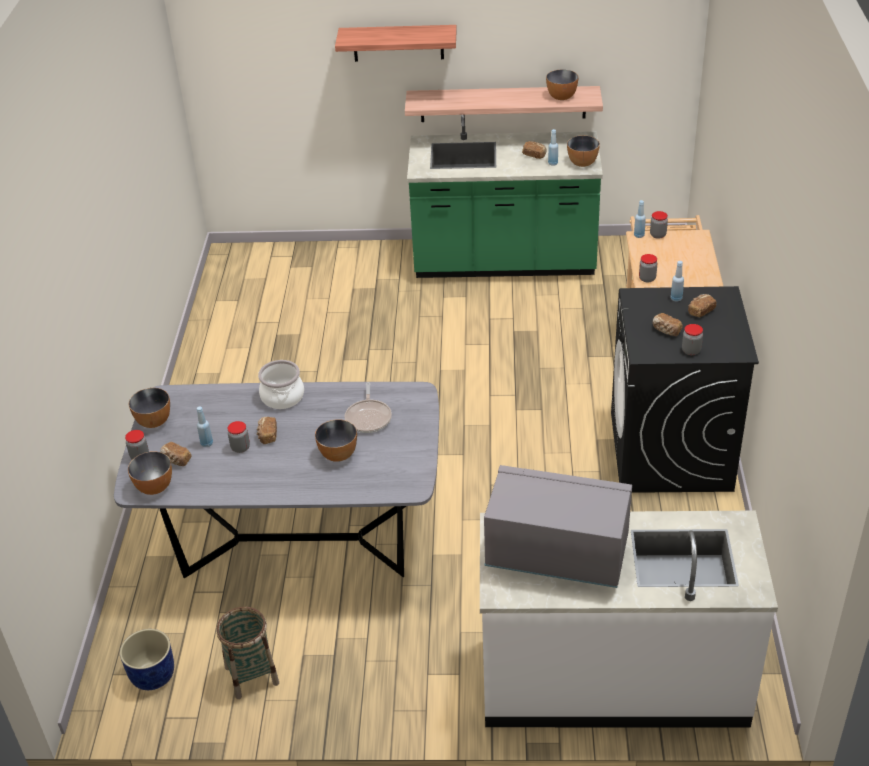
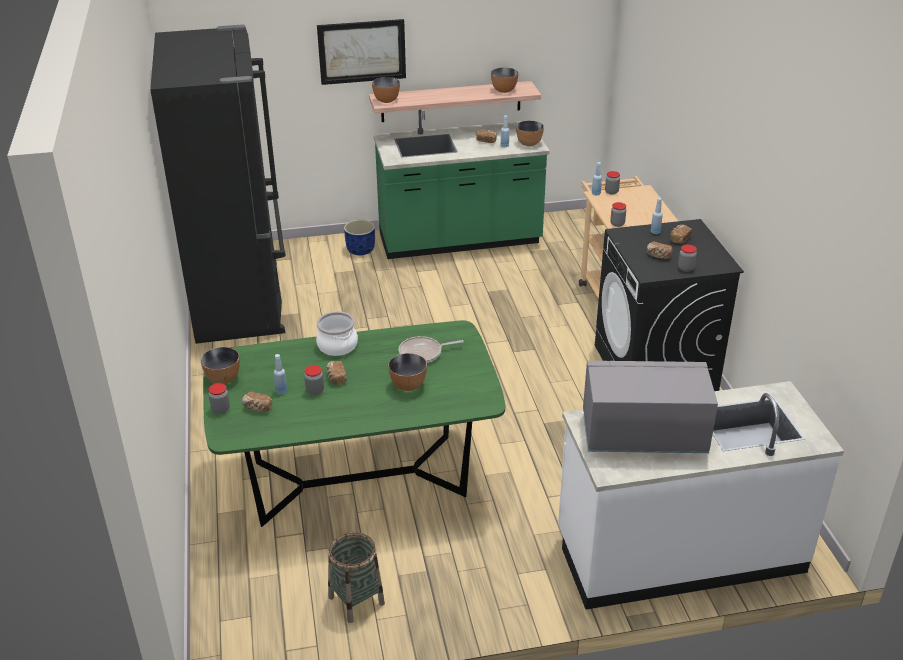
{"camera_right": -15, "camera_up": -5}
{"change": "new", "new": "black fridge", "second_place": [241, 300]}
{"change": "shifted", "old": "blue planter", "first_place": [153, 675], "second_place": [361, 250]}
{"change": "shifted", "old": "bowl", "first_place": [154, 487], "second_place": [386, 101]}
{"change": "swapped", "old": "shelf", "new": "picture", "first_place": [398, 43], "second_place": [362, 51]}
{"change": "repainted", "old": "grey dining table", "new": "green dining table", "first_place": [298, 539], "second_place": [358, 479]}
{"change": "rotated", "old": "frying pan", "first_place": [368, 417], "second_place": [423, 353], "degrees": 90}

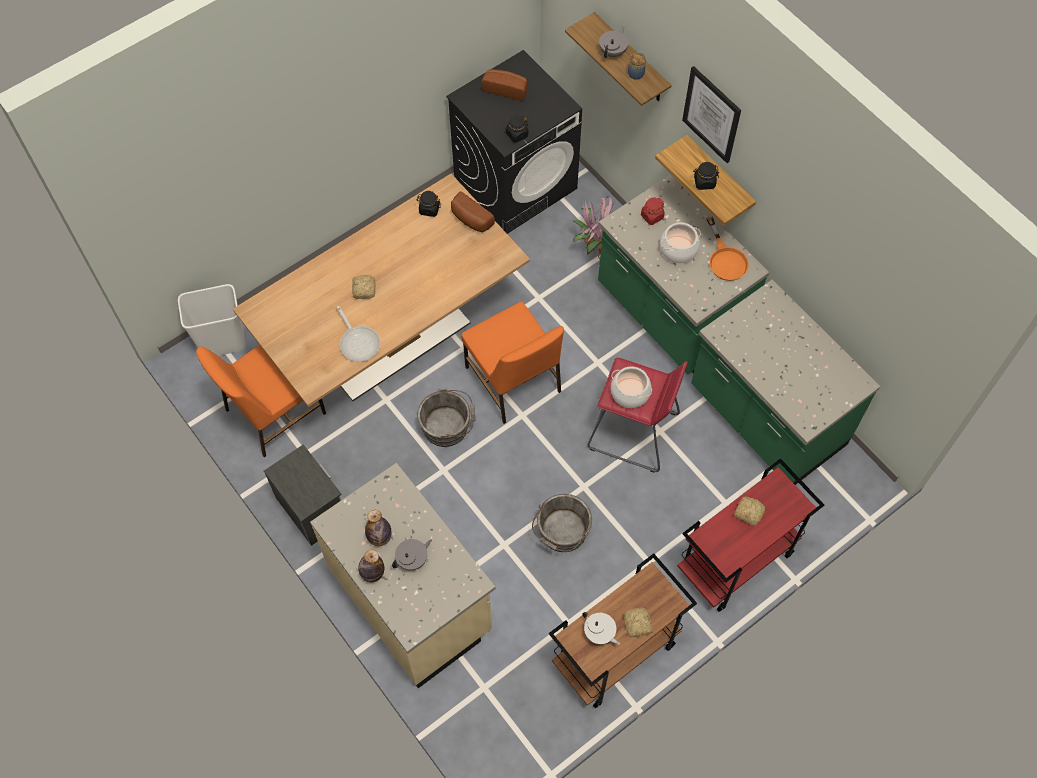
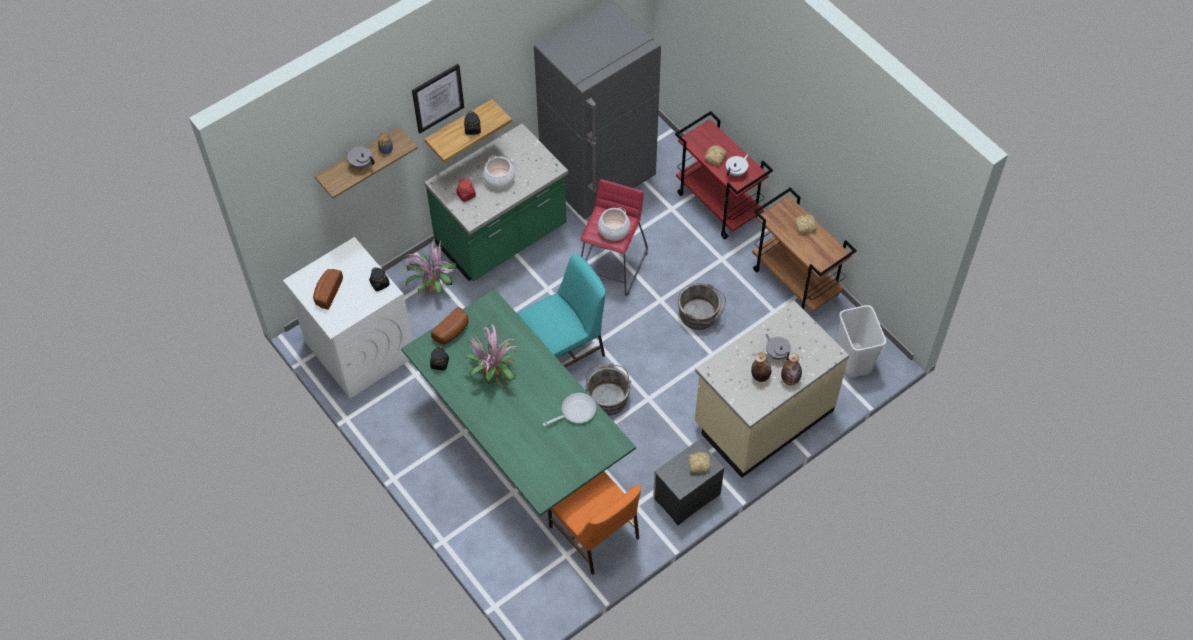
{"camera_right": -90, "camera_up": -5}
{"change": "gone", "old": "orange frying pan", "first_place": [725, 259]}
{"change": "new", "new": "potted plant", "second_place": [493, 372]}
{"change": "shifted", "old": "white trash can", "first_place": [223, 343], "second_place": [855, 360]}
{"change": "shifted", "old": "bread", "first_place": [364, 289], "second_place": [698, 464]}
{"change": "shifted", "old": "white teapot", "first_place": [599, 633], "second_place": [736, 172]}
{"change": "swapped", "old": "green counter", "new": "grey fridge", "first_place": [766, 418], "second_place": [599, 179]}
{"change": "repainted", "old": "beige dining table", "new": "green dining table", "first_place": [392, 338], "second_place": [520, 442]}
{"change": "repainted", "old": "black washing machine", "new": "white washing machine", "first_place": [516, 183], "second_place": [359, 348]}
{"change": "repainted", "old": "orange chair", "new": "turquoise chair", "first_place": [513, 381], "second_place": [565, 349]}

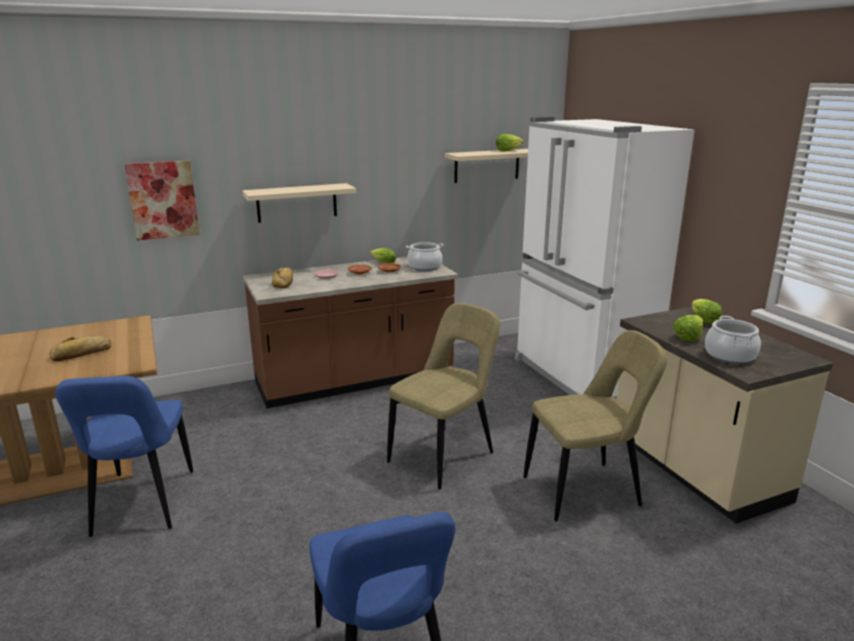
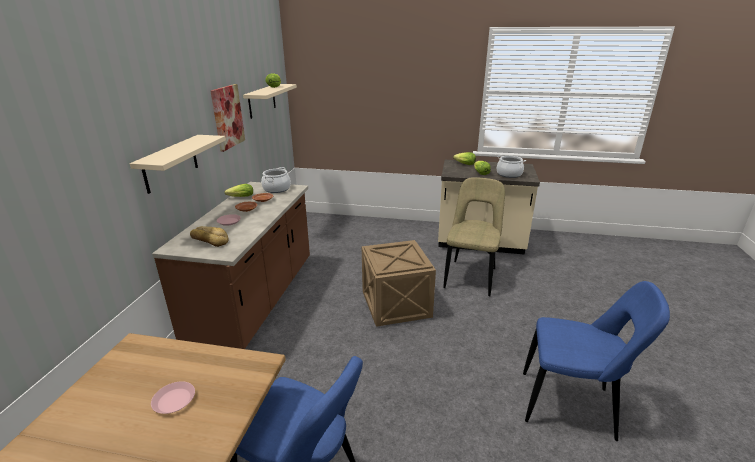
{"camera_right": -55, "camera_up": 5}
{"change": "gone", "old": "white fridge", "first_place": [579, 377]}
{"change": "shifted", "old": "picture", "first_place": [163, 200], "second_place": [227, 117]}
{"change": "swapped", "old": "bread", "new": "pink plate", "first_place": [82, 353], "second_place": [174, 401]}
{"change": "swapped", "old": "beige chair", "new": "crate", "first_place": [445, 455], "second_place": [395, 304]}

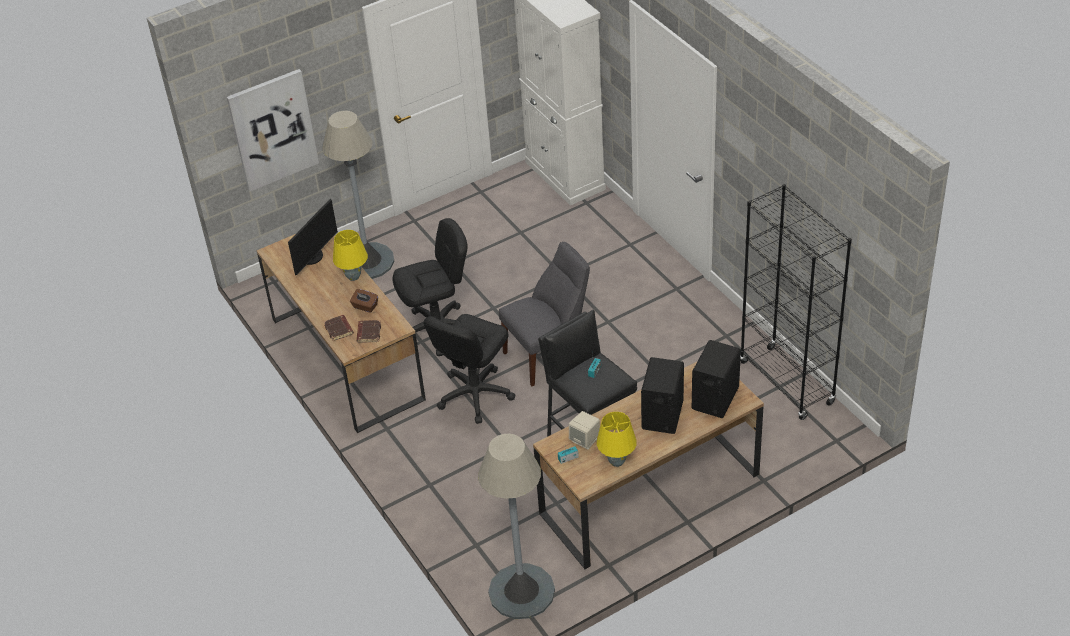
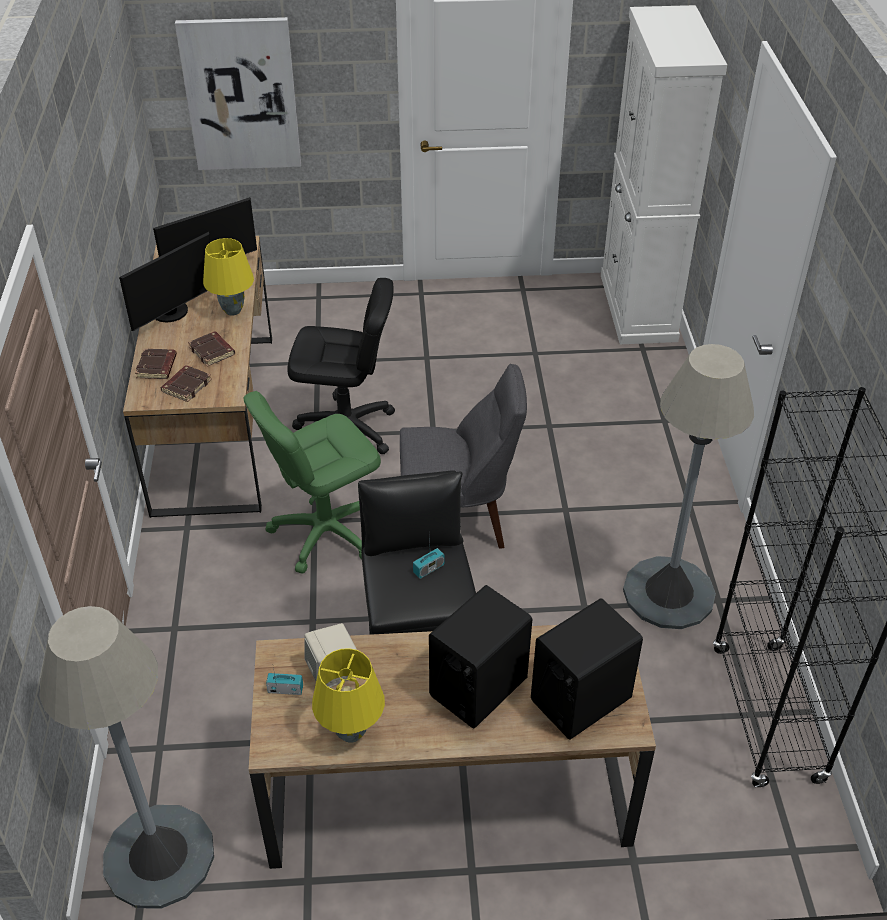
{"camera_right": 25, "camera_up": 0}
{"change": "new", "new": "monitor", "second_place": [172, 313]}
{"change": "shifted", "old": "grey floor lamp", "first_place": [367, 261], "second_place": [669, 593]}
{"change": "swapped", "old": "brown tissue box", "new": "brown book", "first_place": [365, 306], "second_place": [213, 351]}
{"change": "repainted", "old": "black office chair", "new": "green office chair", "first_place": [475, 394], "second_place": [325, 532]}

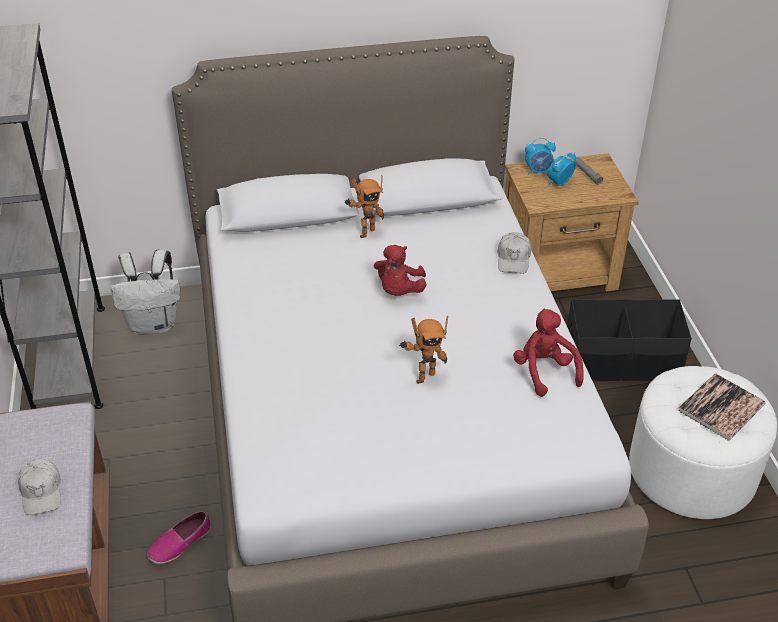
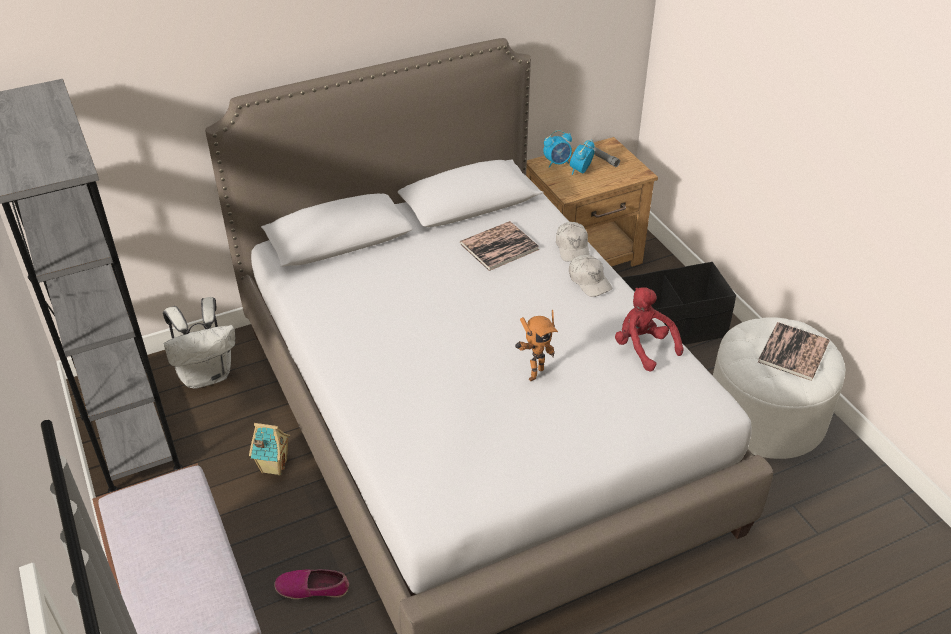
{"camera_right": -15, "camera_up": 0}
{"change": "gone", "old": "toy robot", "first_place": [365, 232]}
{"change": "gone", "old": "red plush toy", "first_place": [399, 291]}
{"change": "new", "new": "toy house", "second_place": [273, 466]}
{"change": "new", "new": "book", "second_place": [499, 246]}
{"change": "shifted", "old": "white cap", "first_place": [41, 491], "second_place": [589, 281]}
{"change": "rotated", "old": "shoe", "first_place": [180, 543], "second_place": [312, 588], "degrees": 60}

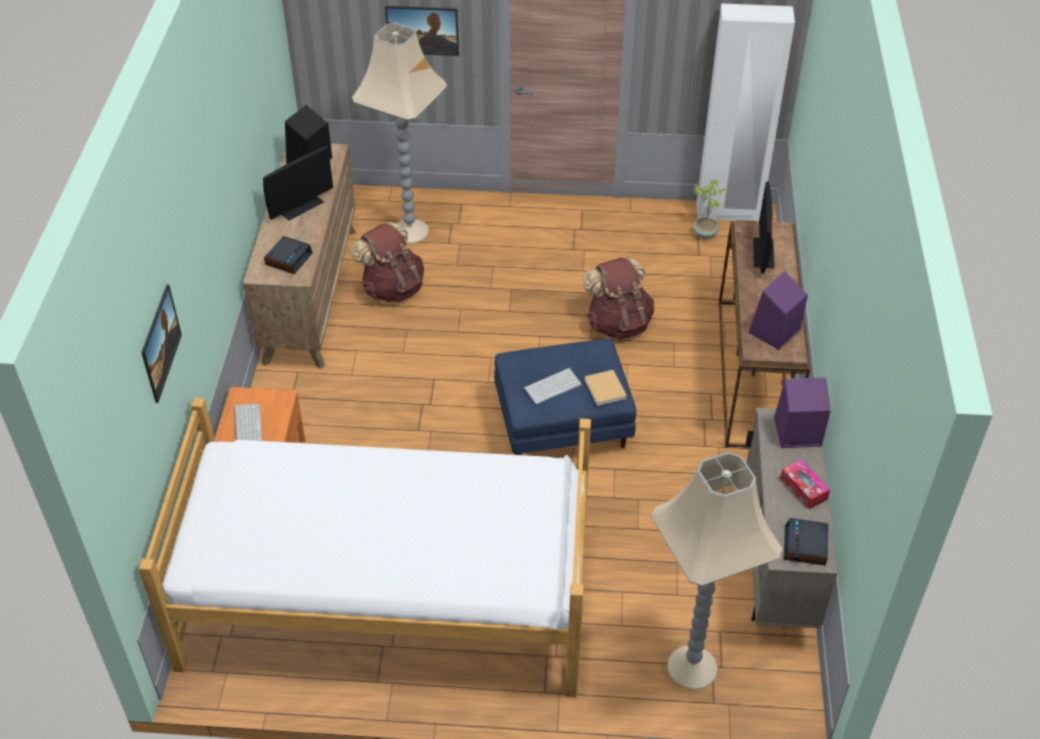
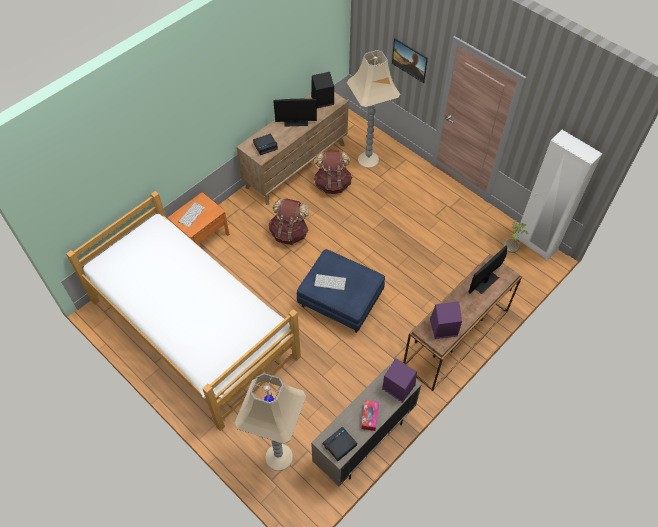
{"camera_right": 40, "camera_up": 10}
{"change": "gone", "old": "picture", "first_place": [164, 355]}
{"change": "gone", "old": "beige book", "first_place": [605, 390]}
{"change": "shifted", "old": "brown backpack", "first_place": [618, 323], "second_place": [289, 233]}

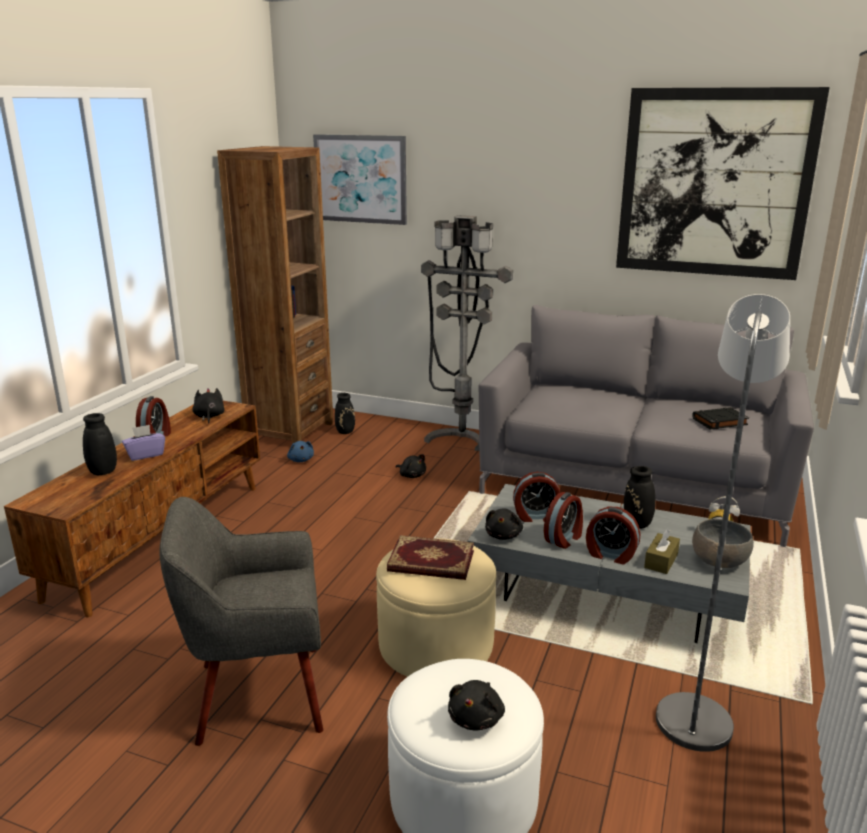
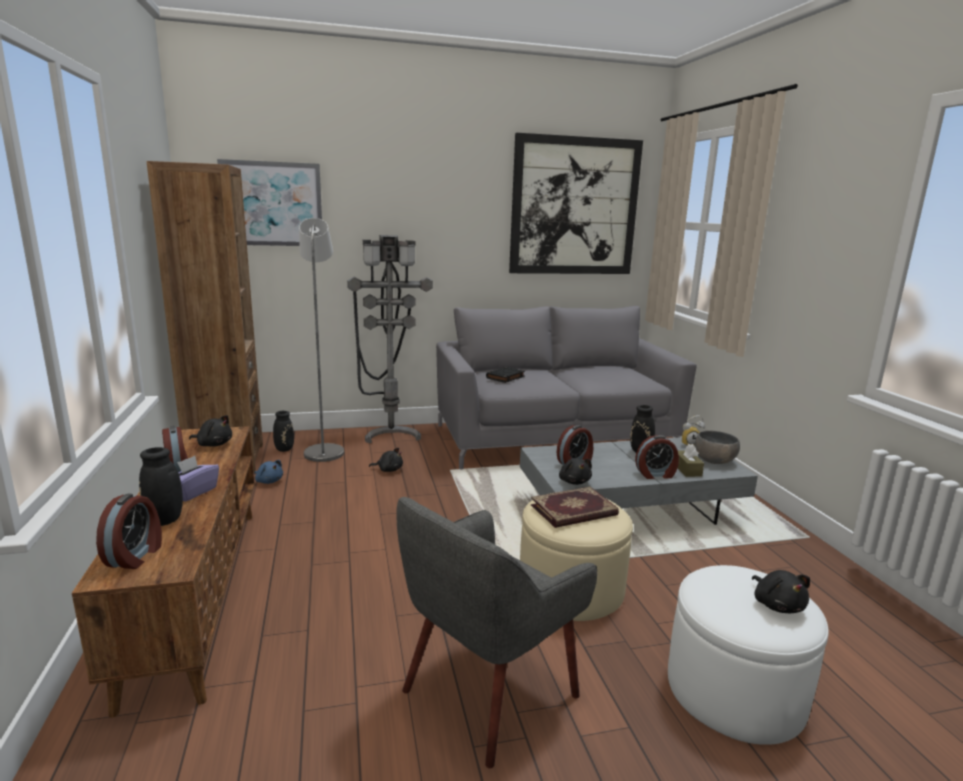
{"camera_right": -35, "camera_up": -5}
{"change": "shifted", "old": "alarm clock", "first_place": [564, 539], "second_place": [136, 556]}
{"change": "shifted", "old": "grey floor lamp", "first_place": [695, 713], "second_place": [324, 450]}
{"change": "shifted", "old": "black book", "first_place": [719, 422], "second_place": [505, 377]}
{"change": "rotated", "old": "black plush toy", "first_place": [209, 416], "second_place": [213, 444], "degrees": 150}

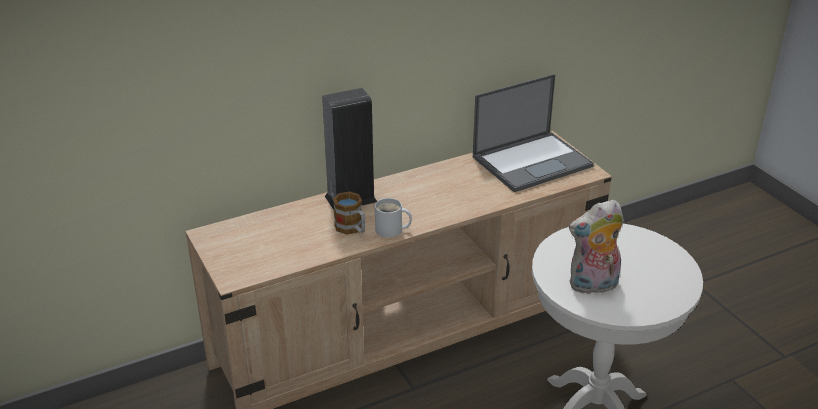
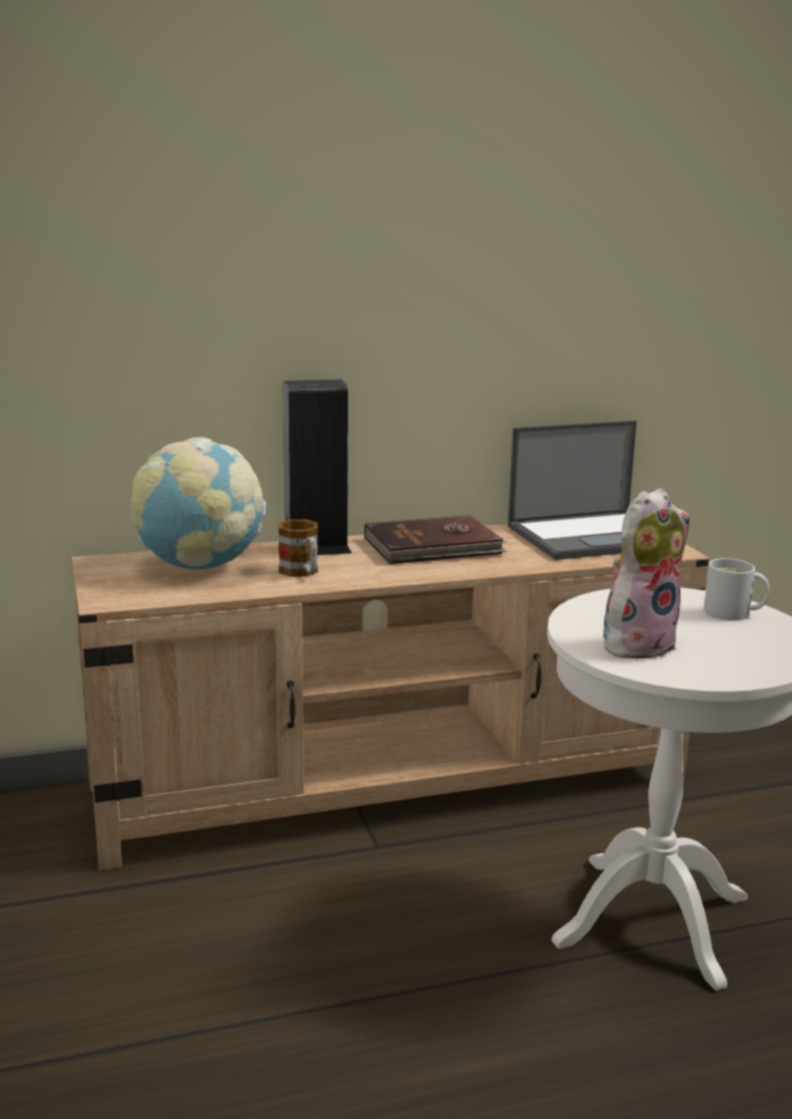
{"camera_right": 10, "camera_up": -15}
{"change": "new", "new": "globe", "second_place": [200, 566]}
{"change": "new", "new": "brown book", "second_place": [434, 546]}
{"change": "shifted", "old": "white mug", "first_place": [391, 231], "second_place": [731, 613]}
{"change": "rotated", "old": "plush toy", "first_place": [593, 286], "second_place": [637, 643], "degrees": 150}

